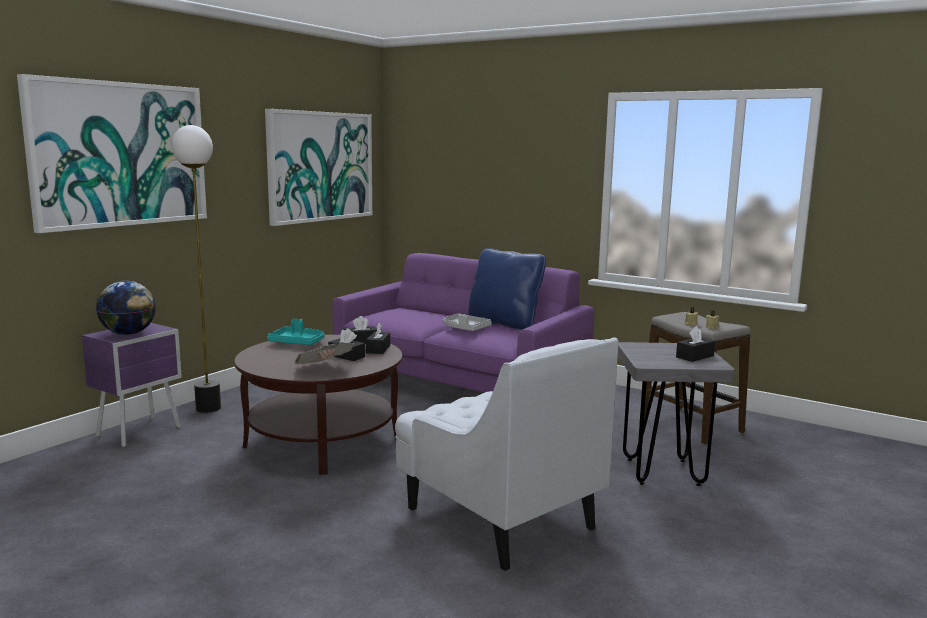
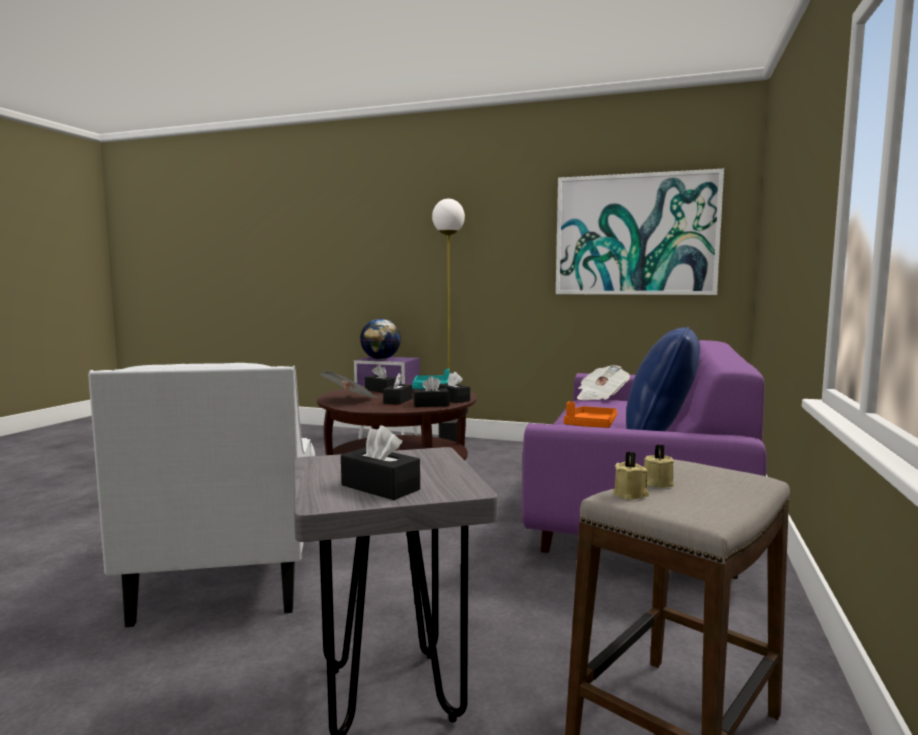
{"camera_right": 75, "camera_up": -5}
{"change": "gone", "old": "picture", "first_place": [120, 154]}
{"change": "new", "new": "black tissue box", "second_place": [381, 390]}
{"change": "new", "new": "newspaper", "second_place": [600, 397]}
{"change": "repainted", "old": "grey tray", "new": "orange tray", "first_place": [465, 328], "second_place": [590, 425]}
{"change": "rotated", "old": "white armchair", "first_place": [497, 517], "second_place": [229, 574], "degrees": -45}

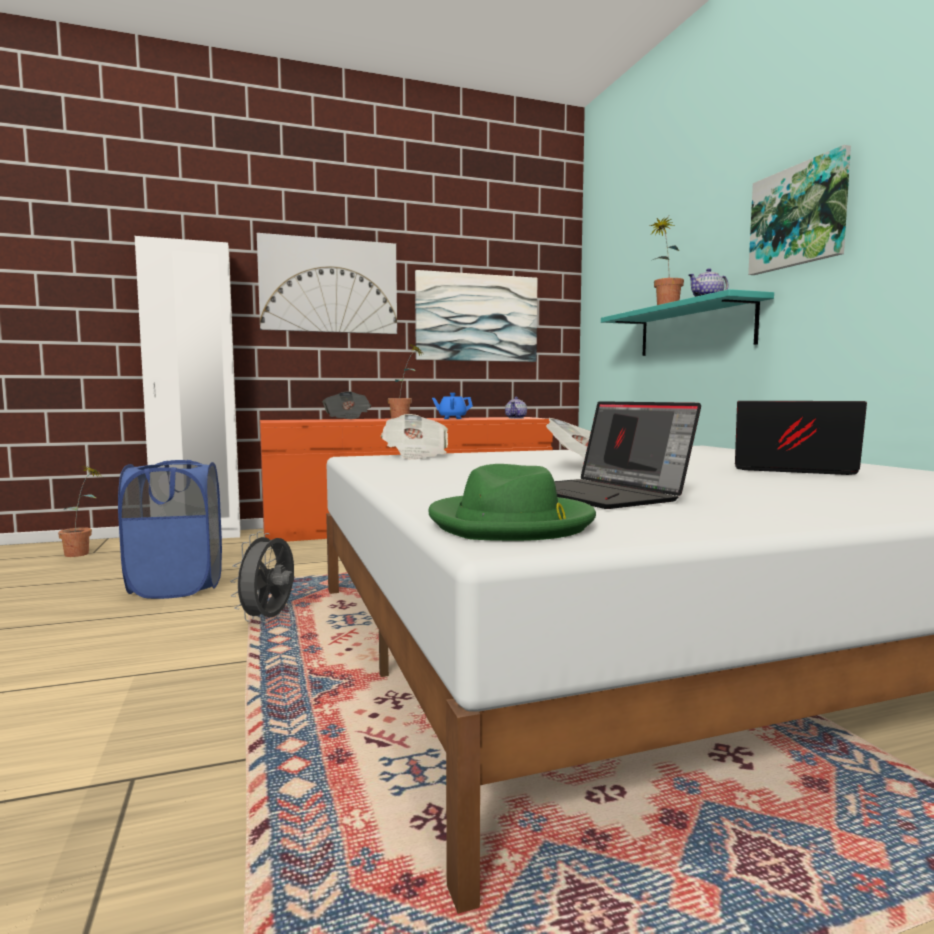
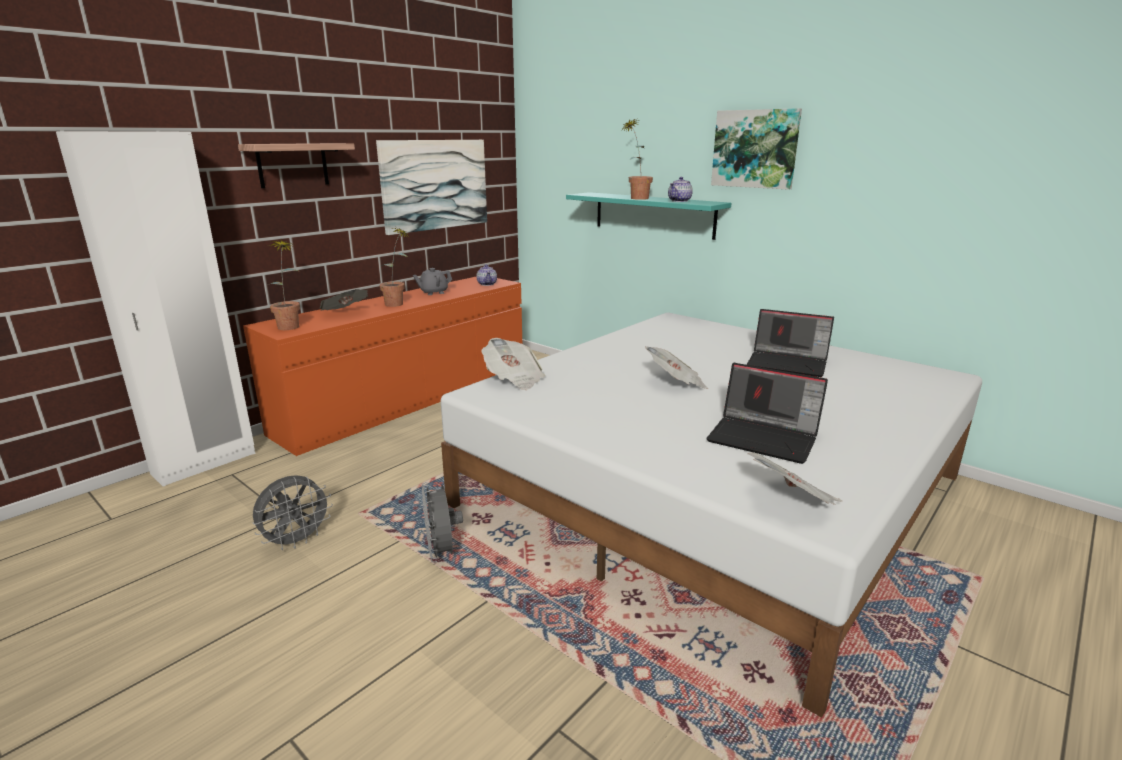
{"camera_right": -30, "camera_up": 15}
{"change": "shifted", "old": "potted plant", "first_place": [83, 552], "second_place": [290, 325]}
{"change": "swapped", "old": "blue laundry basket", "new": "grey fan", "first_place": [177, 587], "second_place": [297, 541]}
{"change": "swapped", "old": "picture", "new": "shelf", "first_place": [329, 286], "second_place": [292, 165]}
{"change": "swapped", "old": "green hat", "new": "newspaper", "first_place": [511, 524], "second_place": [793, 501]}
{"change": "repainted", "old": "blue teapot", "new": "grey teapot", "first_place": [452, 418], "second_place": [433, 292]}
{"change": "rotated", "old": "laptop", "first_place": [791, 470], "second_place": [788, 363], "degrees": -150}

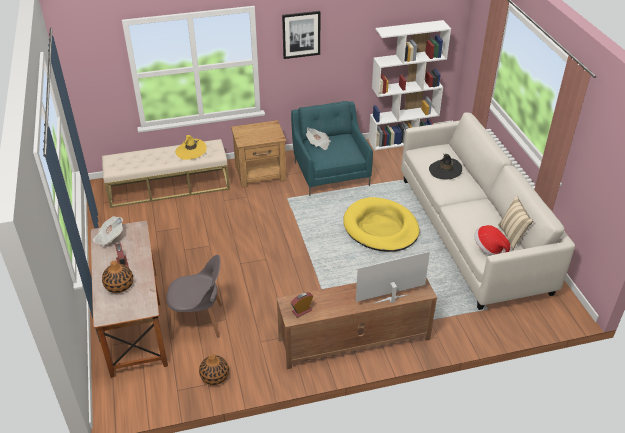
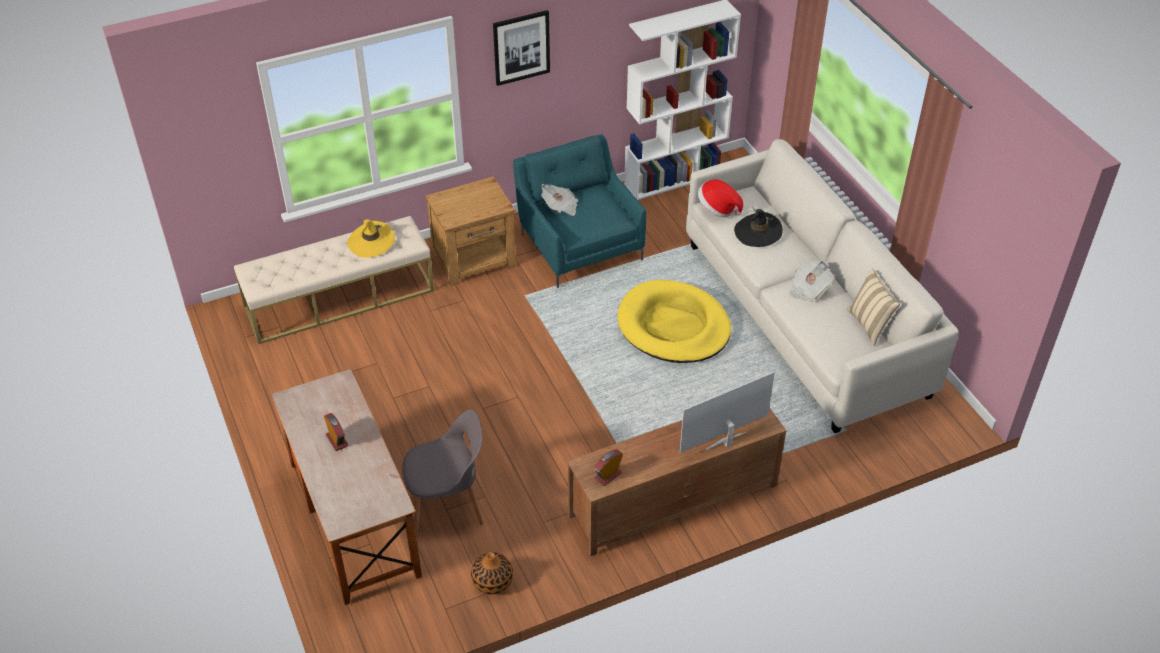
{"camera_right": -10, "camera_up": 5}
{"change": "gone", "old": "vase", "first_place": [119, 286]}
{"change": "shifted", "old": "newspaper", "first_place": [109, 237], "second_place": [808, 289]}
{"change": "shifted", "old": "hat", "first_place": [489, 248], "second_place": [717, 208]}

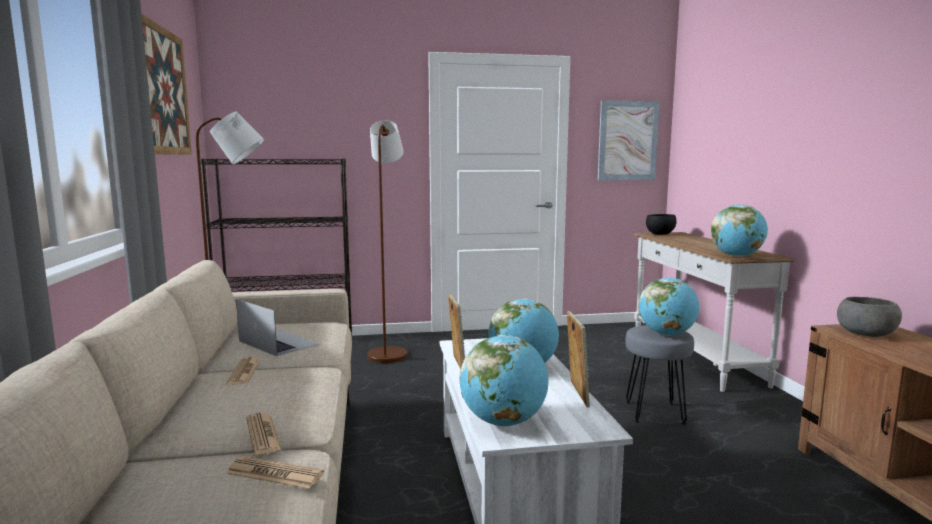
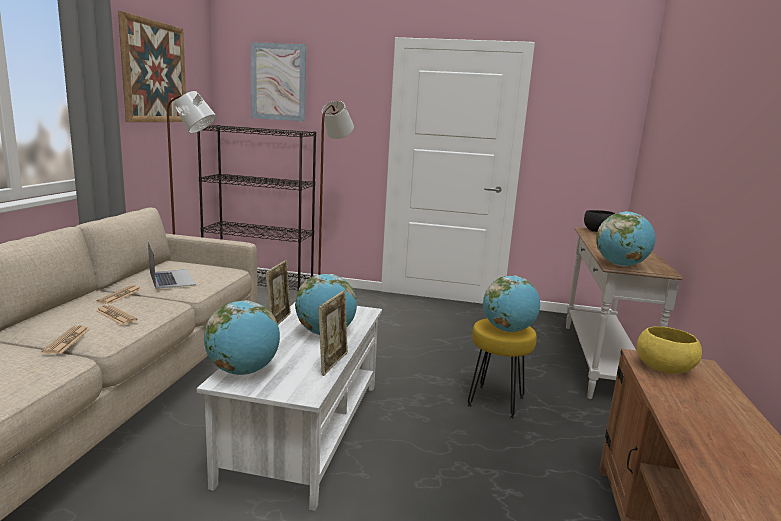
{"camera_right": 20, "camera_up": 5}
{"change": "shifted", "old": "newspaper", "first_place": [275, 474], "second_place": [116, 316]}
{"change": "shifted", "old": "picture", "first_place": [627, 141], "second_place": [278, 82]}
{"change": "repainted", "old": "grey stool", "new": "yellow stool", "first_place": [654, 413], "second_place": [495, 401]}
{"change": "repainted", "old": "grey bowl", "new": "yellow bowl", "first_place": [865, 333], "second_place": [664, 368]}

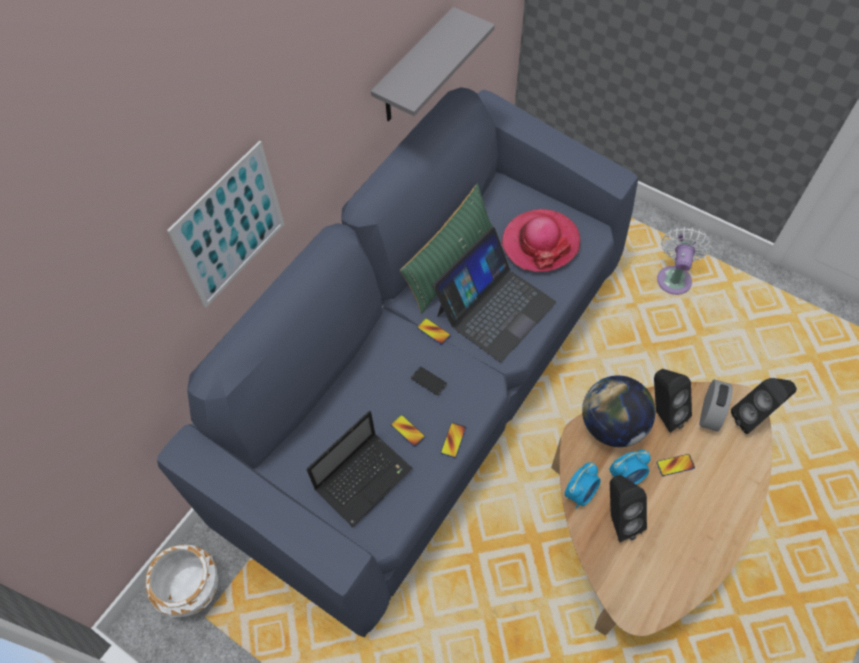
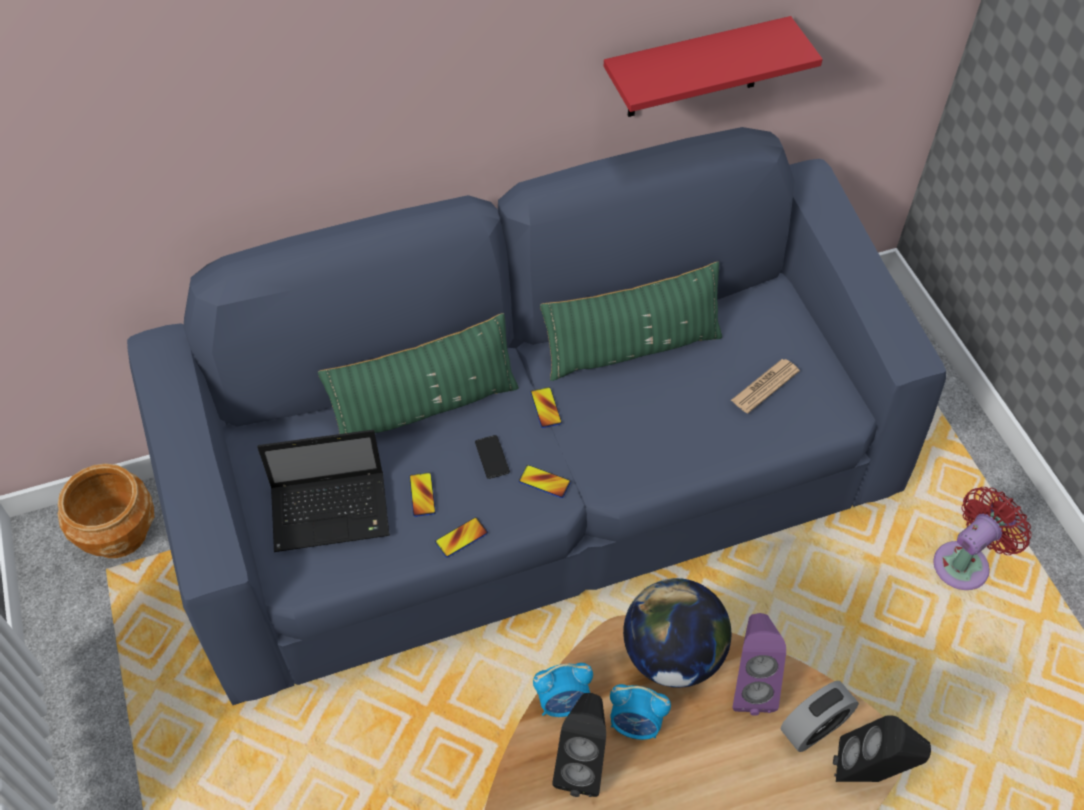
{"camera_right": 35, "camera_up": -5}
{"change": "gone", "old": "picture", "first_place": [230, 226]}
{"change": "gone", "old": "laptop", "first_place": [495, 308]}
{"change": "new", "new": "green pillow", "second_place": [425, 407]}
{"change": "shifted", "old": "phone", "first_place": [675, 465], "second_place": [544, 482]}
{"change": "swapped", "old": "hat", "new": "newspaper", "first_place": [540, 242], "second_place": [765, 386]}
{"change": "repainted", "old": "white planter", "new": "brown planter", "first_place": [192, 588], "second_place": [119, 533]}
{"change": "repainted", "old": "grey shelf", "new": "red shelf", "first_place": [414, 69], "second_place": [694, 69]}
{"change": "repainted", "old": "black speaker", "new": "purple speaker", "first_place": [662, 413], "second_place": [750, 684]}
{"change": "repainted", "old": "white fan", "new": "red fan", "first_place": [674, 277], "second_place": [965, 562]}

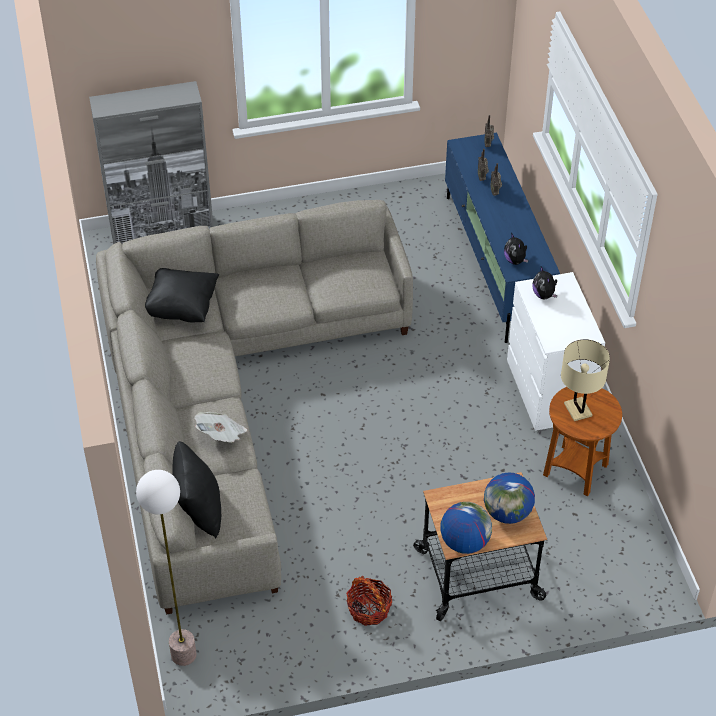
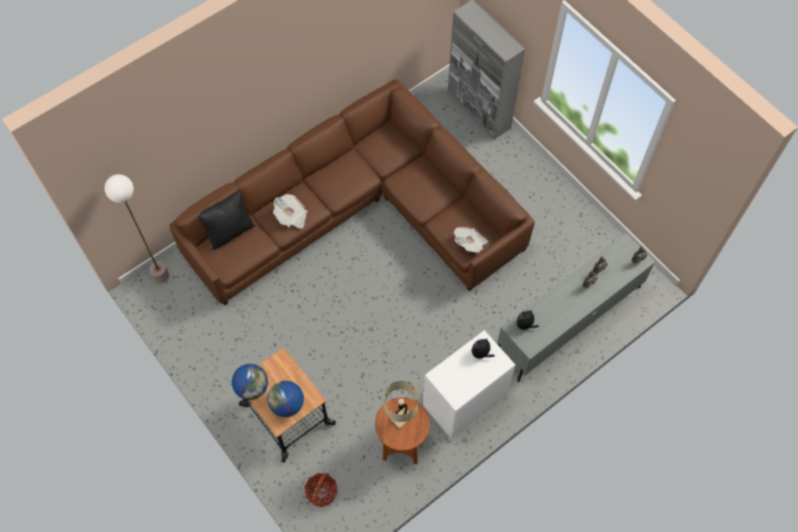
{"camera_right": 65, "camera_up": 15}
{"change": "gone", "old": "black pillow", "first_place": [181, 307]}
{"change": "new", "new": "newspaper", "second_place": [470, 243]}
{"change": "shifted", "old": "basket", "first_place": [369, 609], "second_place": [321, 492]}
{"change": "repainted", "old": "grey sofa", "new": "brown sofa", "first_place": [230, 398], "second_place": [360, 213]}
{"change": "repainted", "old": "blue tv stand", "new": "grey tv stand", "first_place": [495, 264], "second_place": [567, 321]}

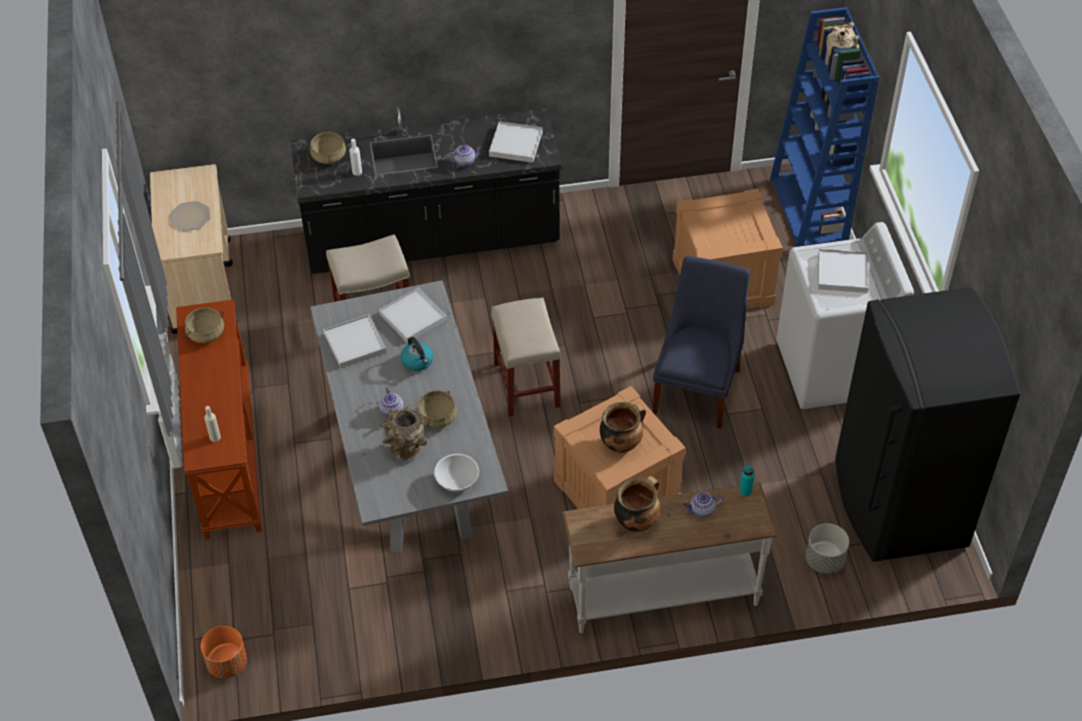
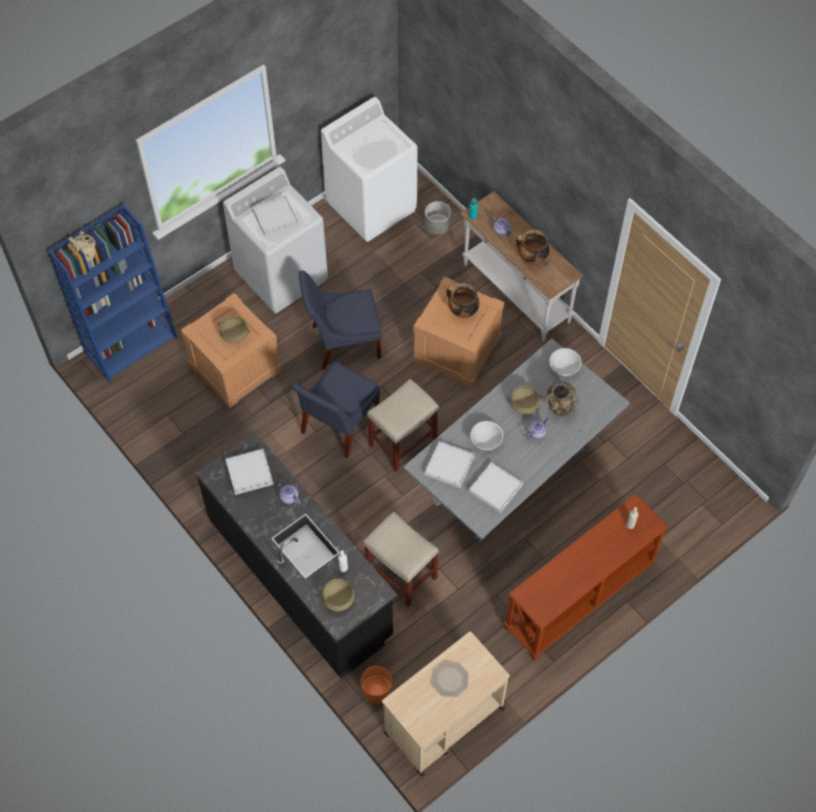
{"camera_right": -120, "camera_up": 10}
{"change": "new", "new": "blue chair", "second_place": [337, 425]}
{"change": "shifted", "old": "beige cooking pot", "first_place": [206, 334], "second_place": [234, 334]}
{"change": "shifted", "old": "orange planter", "first_place": [227, 663], "second_place": [376, 690]}
{"change": "swapped", "old": "kettle", "new": "white bowl", "first_place": [418, 361], "second_place": [486, 441]}
{"change": "swapped", "old": "black fridge", "new": "white washing machine", "first_place": [898, 504], "second_place": [372, 206]}

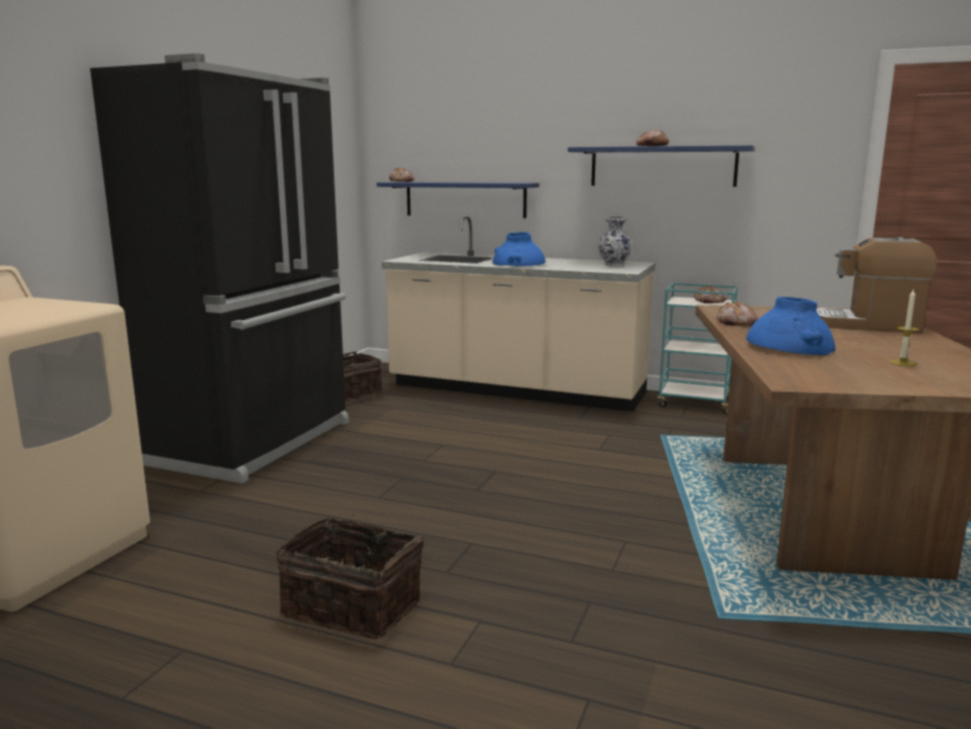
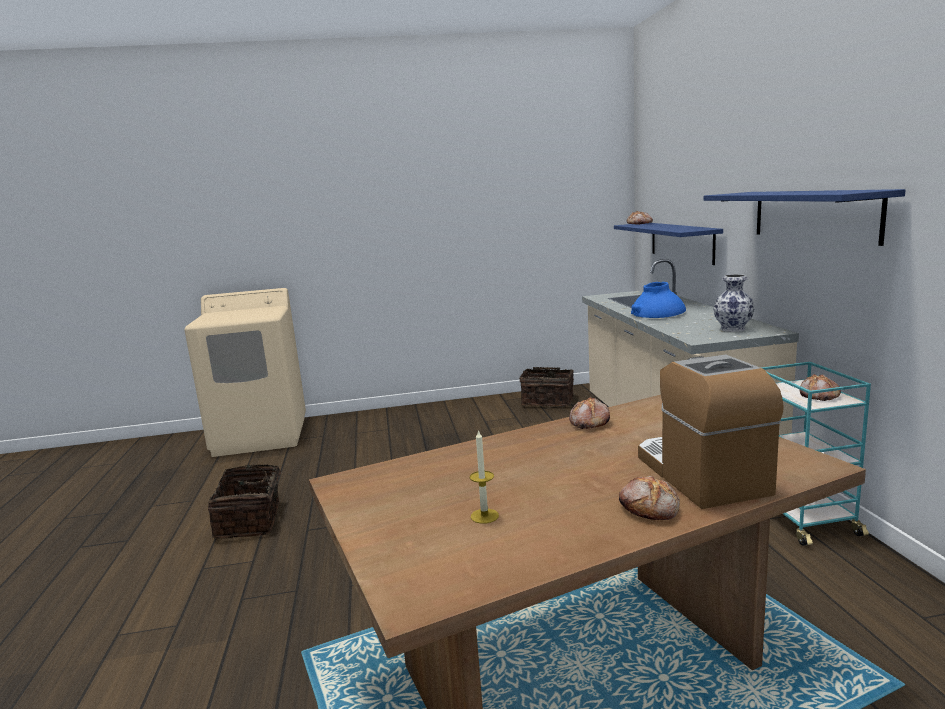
{"camera_right": 60, "camera_up": 0}
{"change": "gone", "old": "black fridge", "first_place": [256, 443]}
{"change": "gone", "old": "blue vase", "first_place": [789, 346]}
{"change": "shifted", "old": "bread", "first_place": [652, 146], "second_place": [650, 508]}

